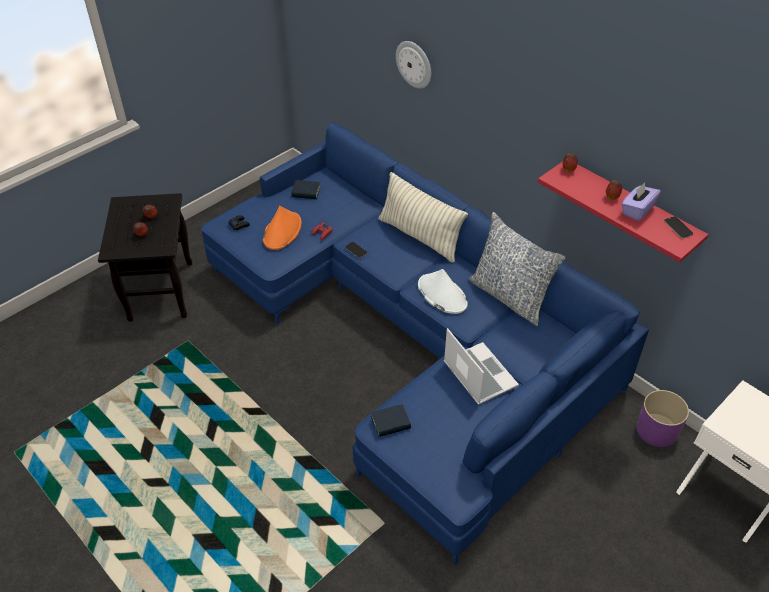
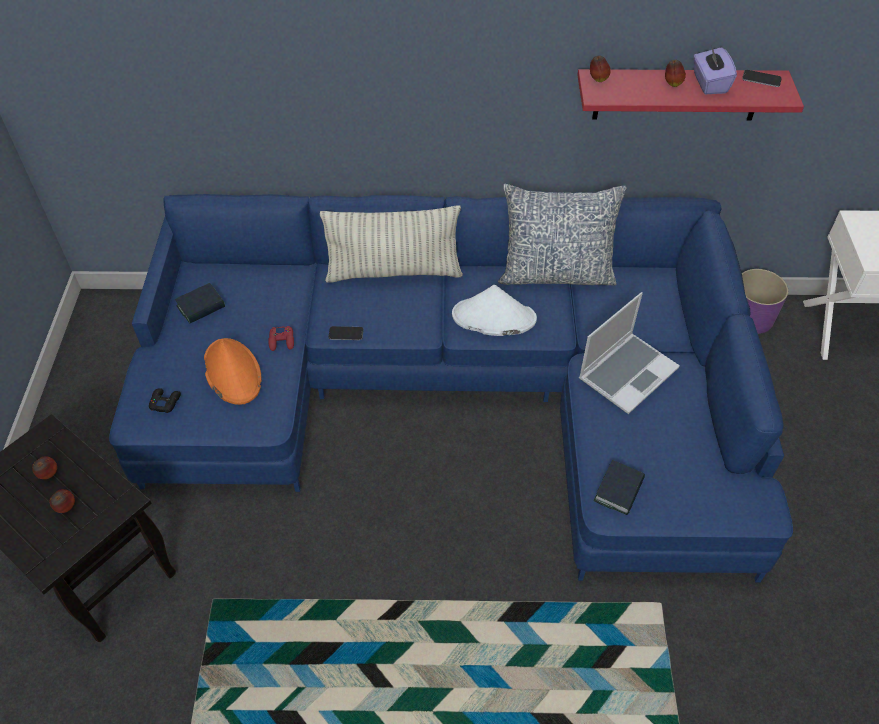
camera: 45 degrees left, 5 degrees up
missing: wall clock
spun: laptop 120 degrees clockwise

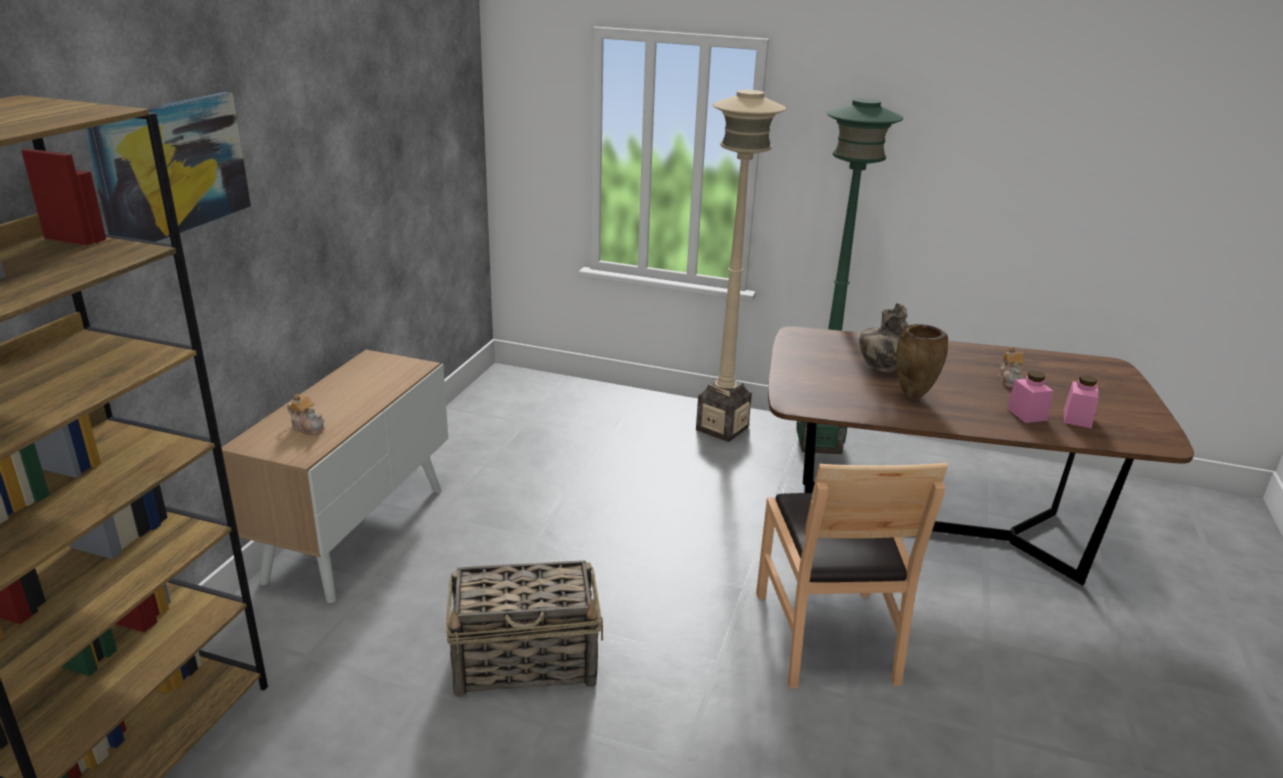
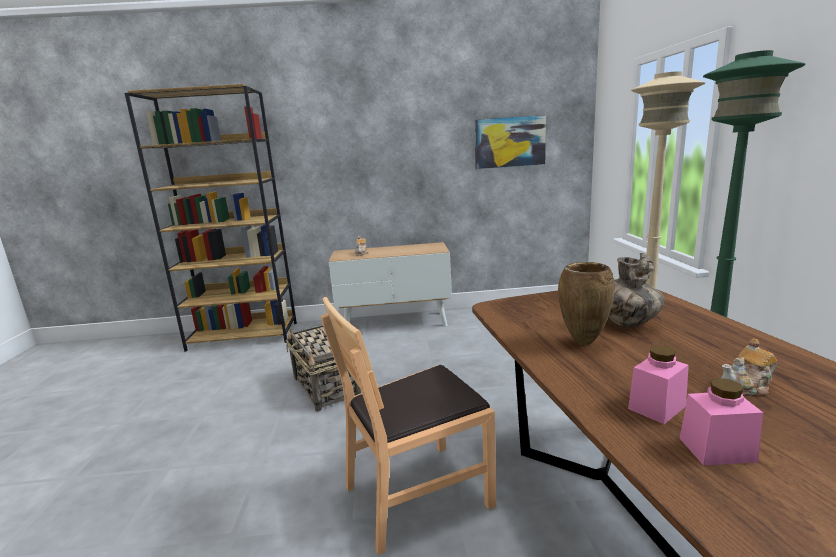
camera: 70 degrees right, 10 degrees down
relocated: picture

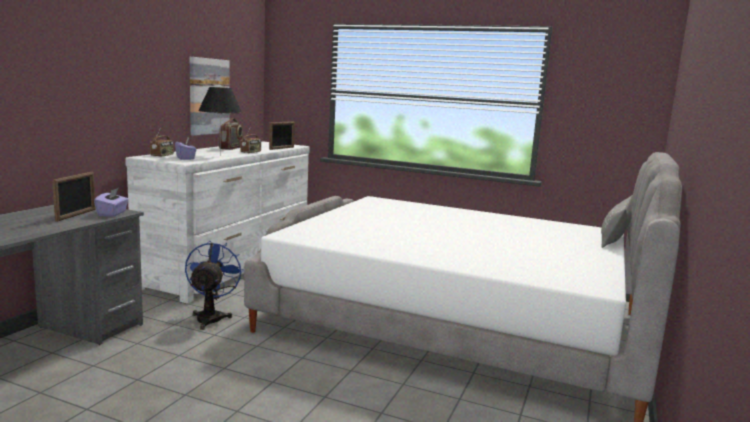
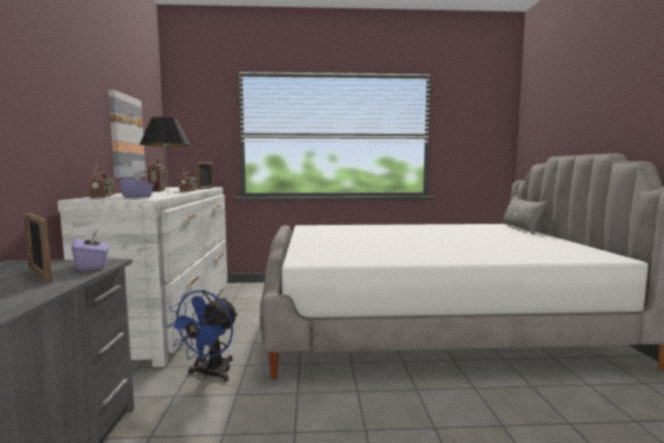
camera: 25 degrees left, 5 degrees down
spun: picture frame (no. 1 from left) 150 degrees clockwise; blue fan 135 degrees counterclockwise

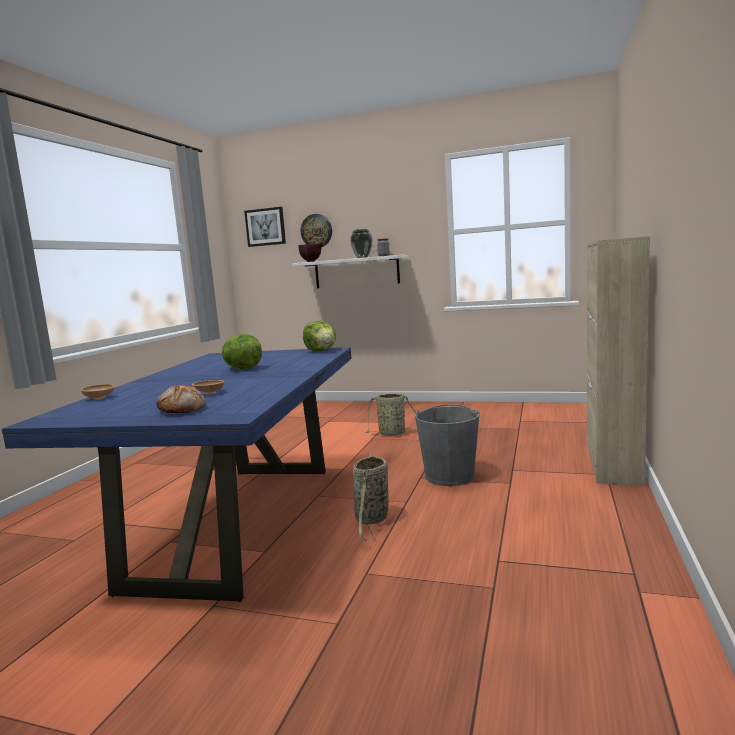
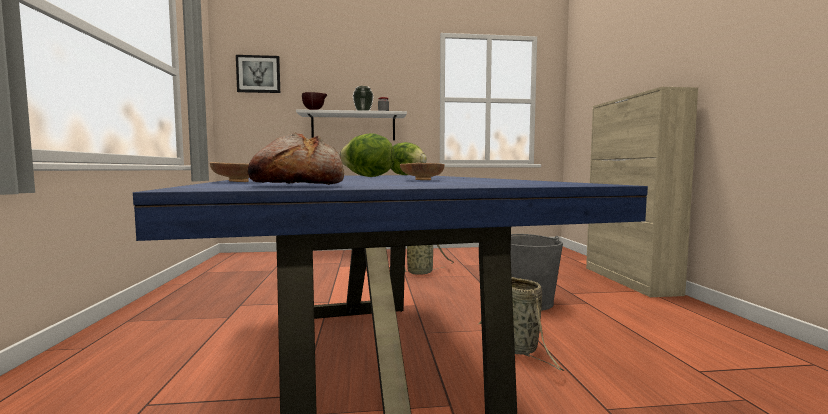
camera: 25 degrees left, 5 degrees down
missing: wall clock
relocated: bread

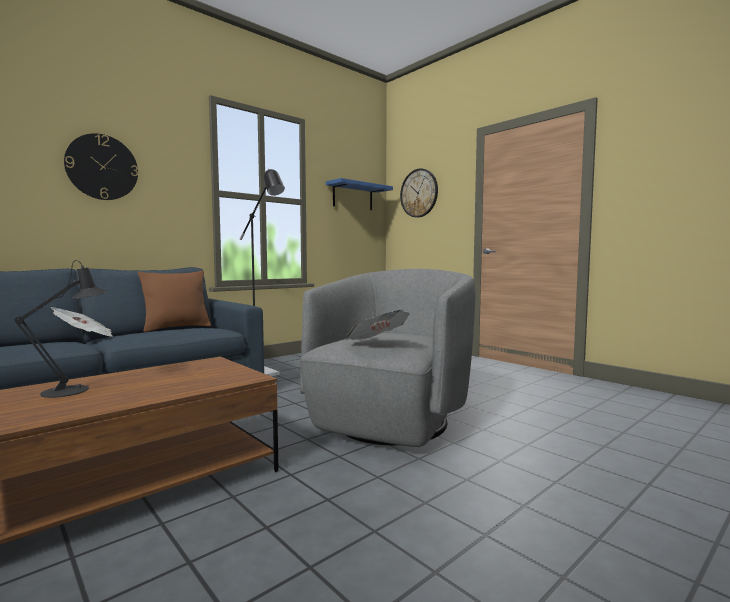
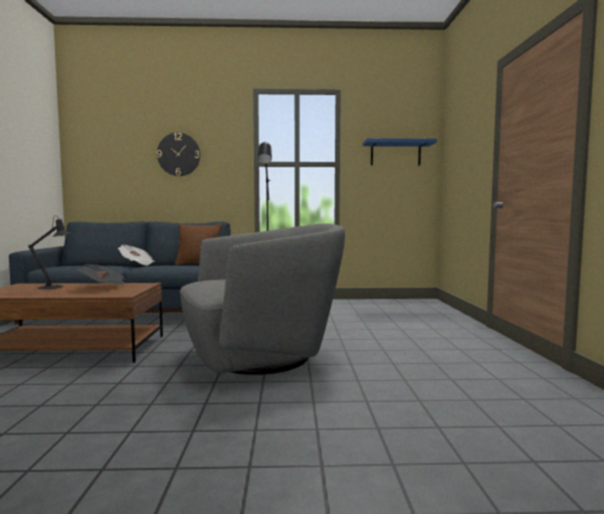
camera: 40 degrees right, 0 degrees up
missing: wall clock (no. 2 from left)
relocated: newspaper (no. 2 from left in the first image) to newspaper (no. 1 from left)

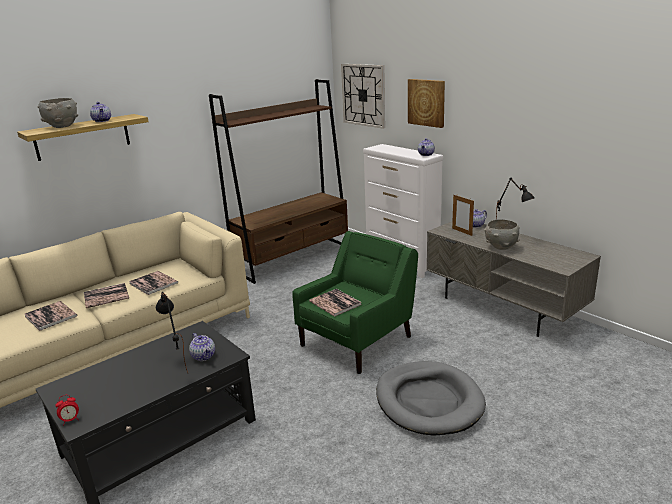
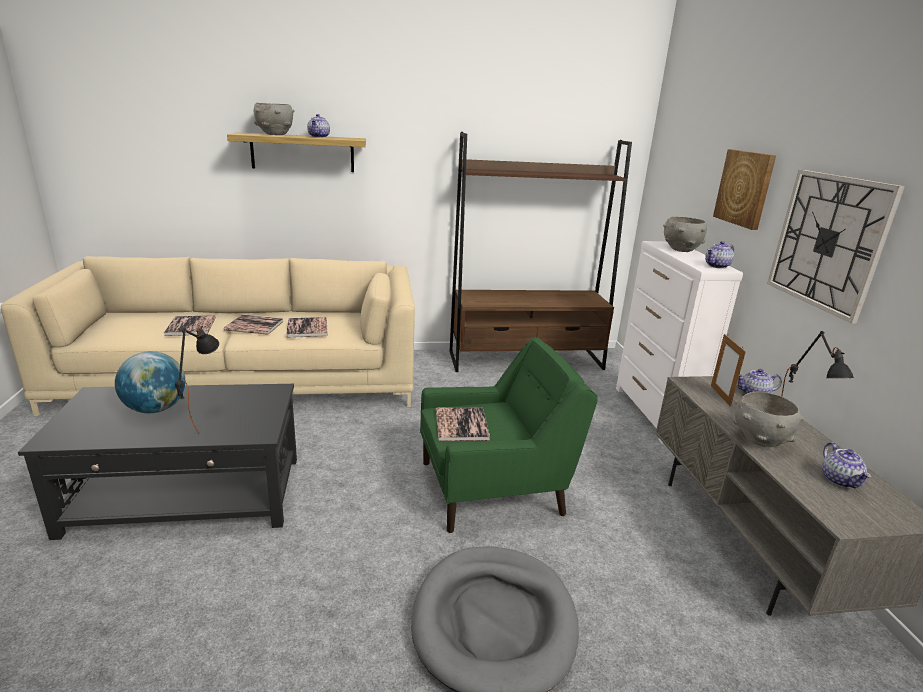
camera: 30 degrees right, 0 degrees up
missing: alarm clock
appeared: globe; grey bowl (no. 2 from left)
relocated: teapot (no. 2 from left in the first image) to teapot (no. 4 from left); wall clock

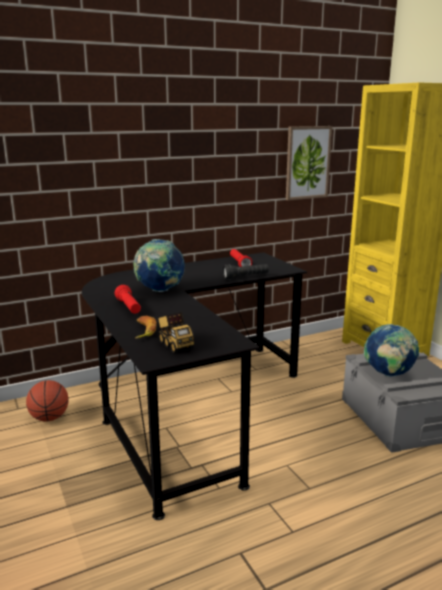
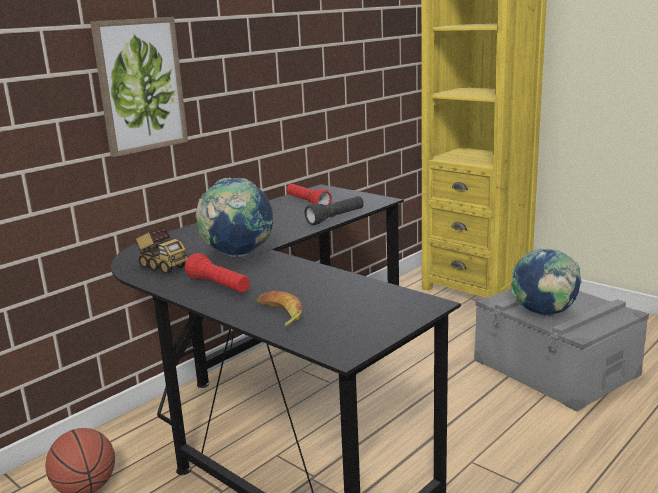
camera: 20 degrees left, 0 degrees up
relocated: toy truck; picture

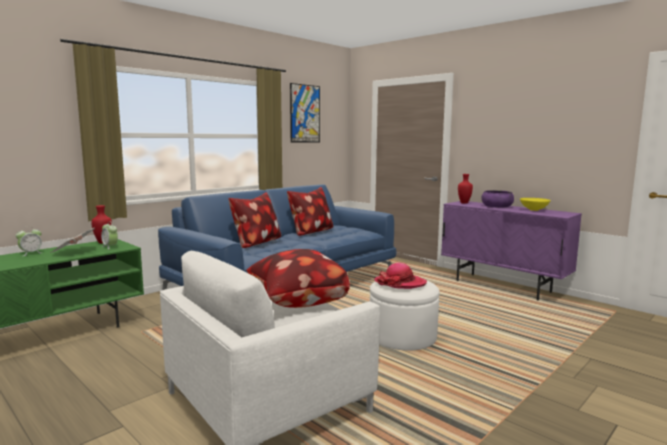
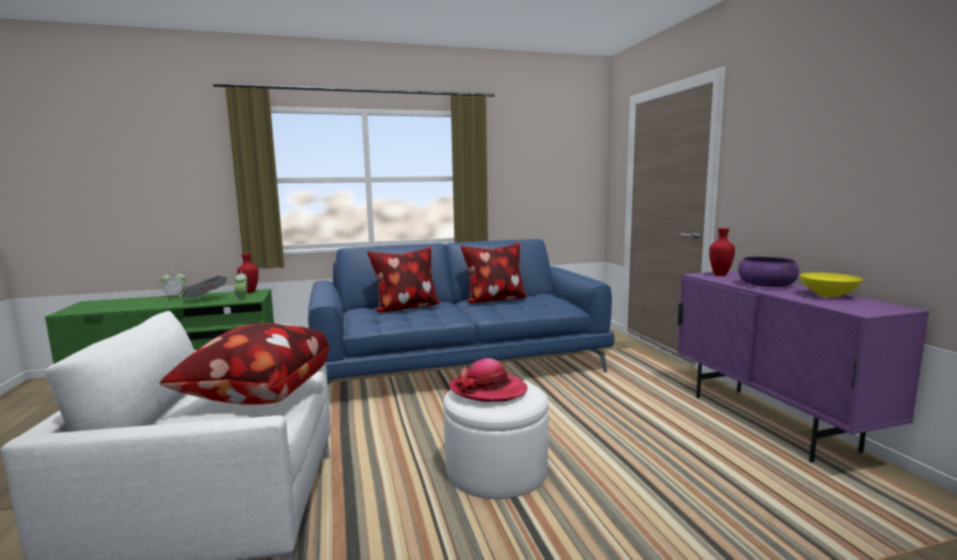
camera: 30 degrees right, 0 degrees up
missing: picture

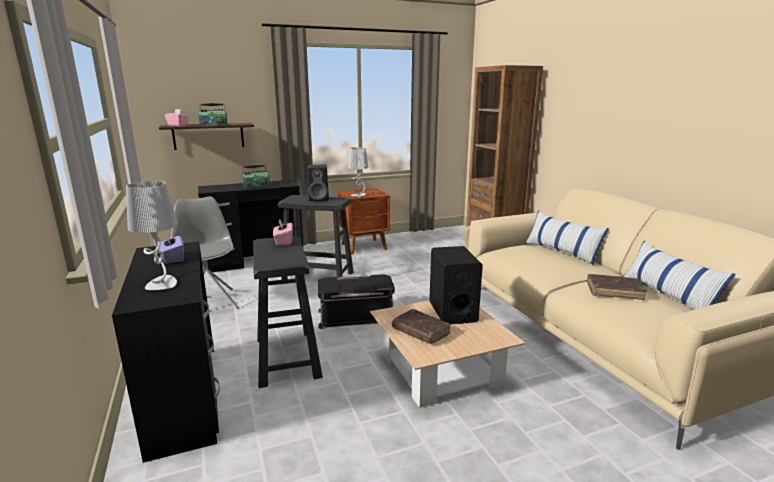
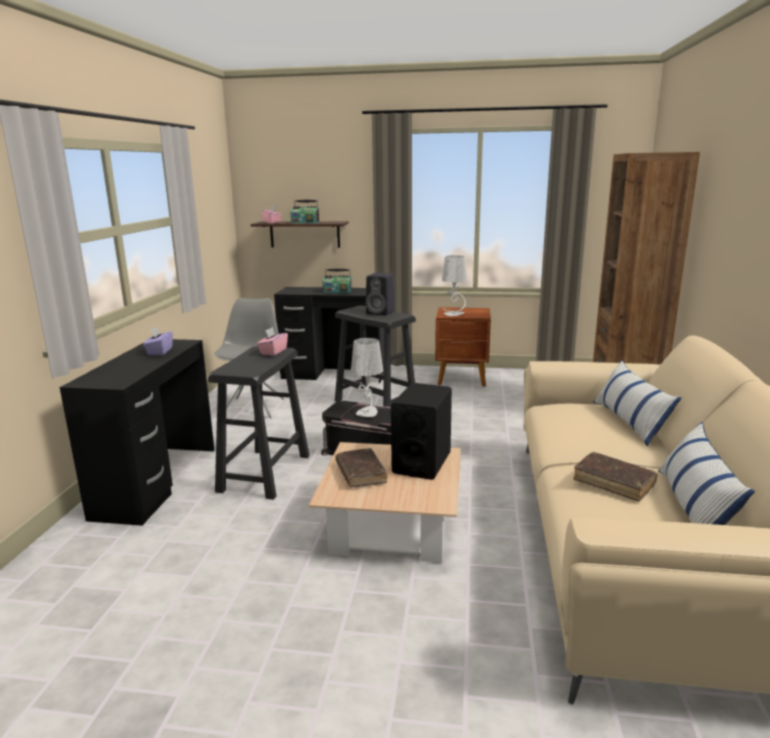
camera: 30 degrees right, 0 degrees up
relocated: grey table lamp (no. 1 from left)

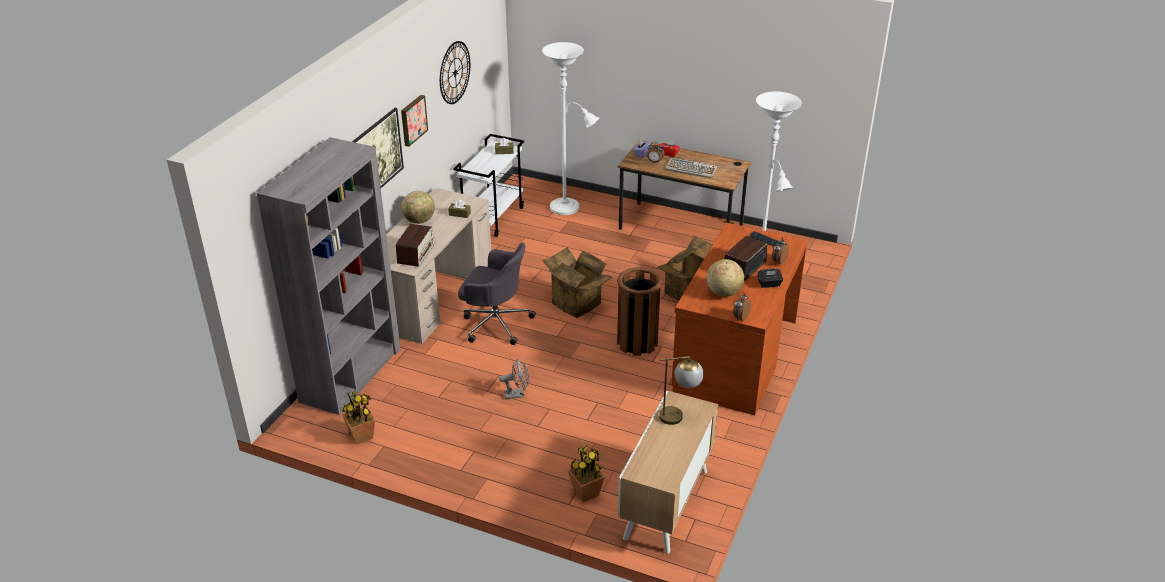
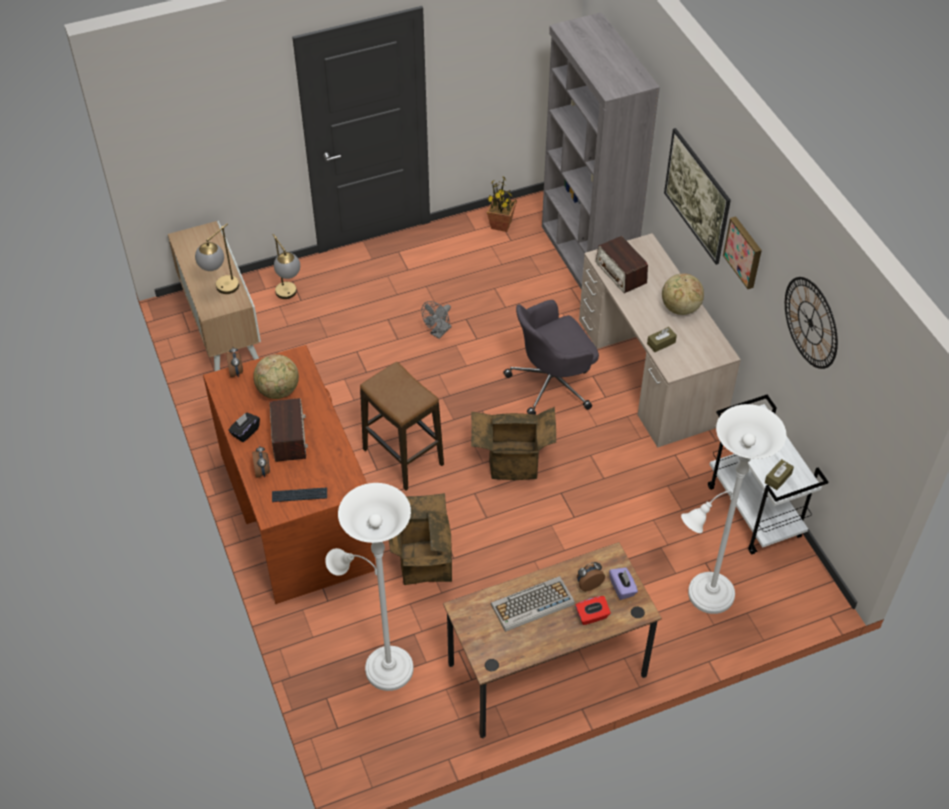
camera: 135 degrees right, 15 degrees up
exchanged: potted plant (no. 2 from left) to table lamp (no. 2 from left); brown trash can to stool

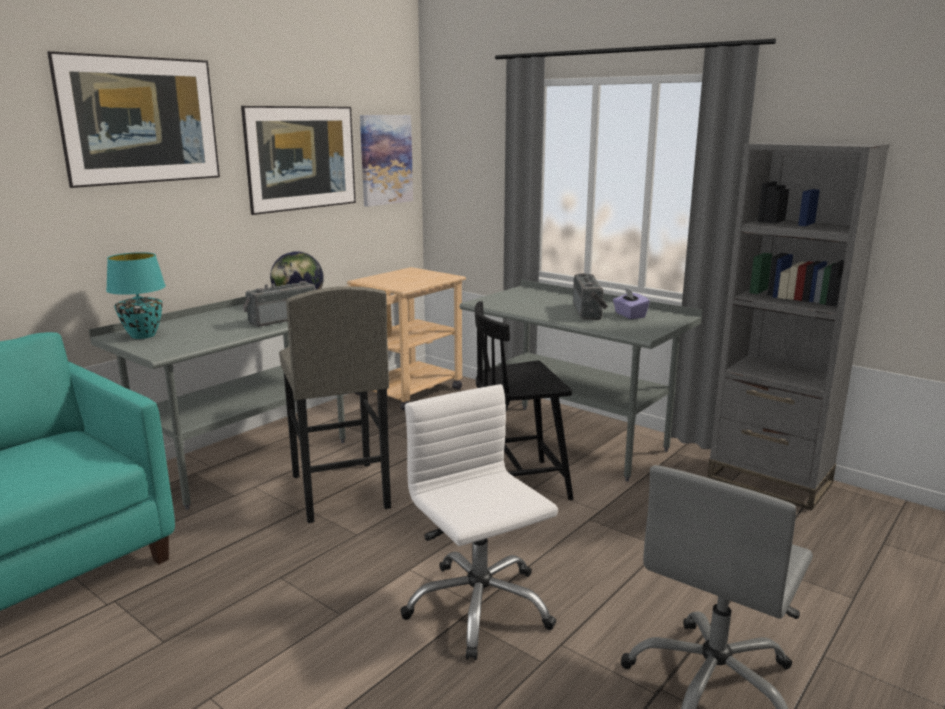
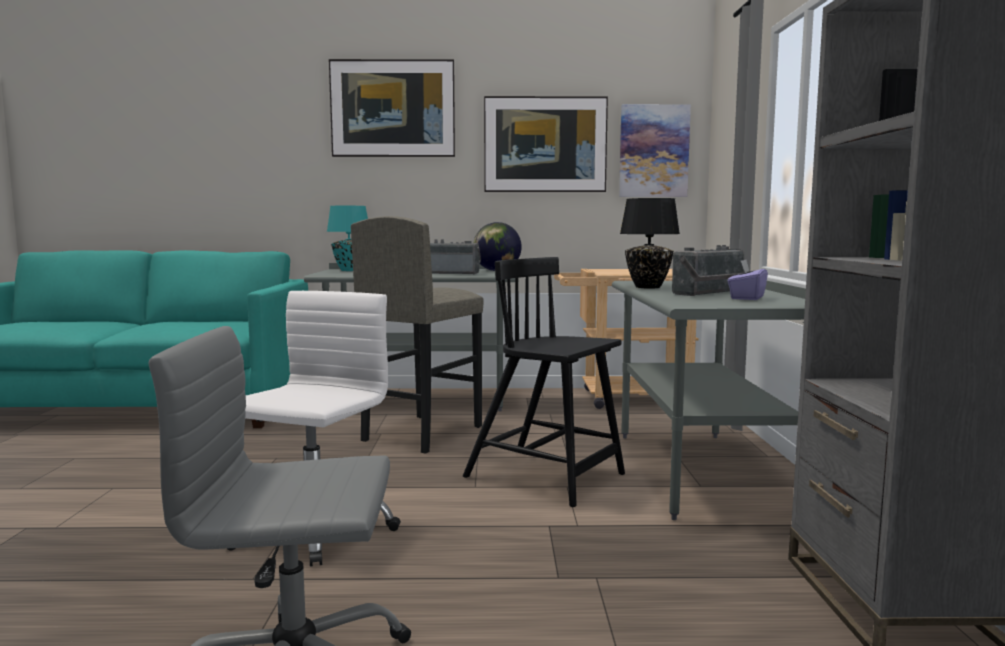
camera: 50 degrees right, 10 degrees down
appeared: black table lamp

